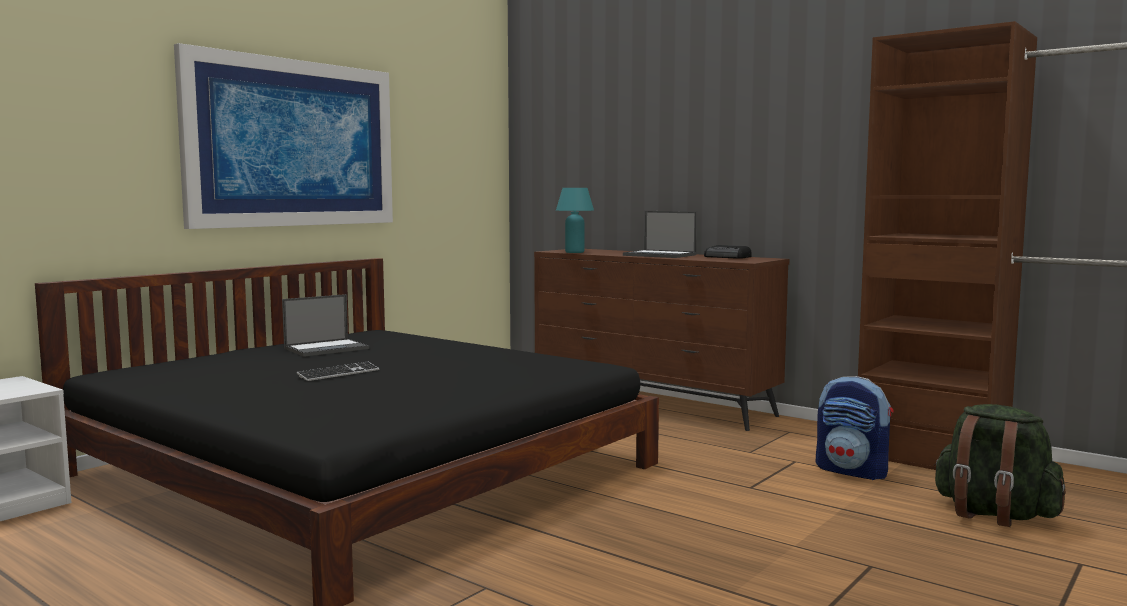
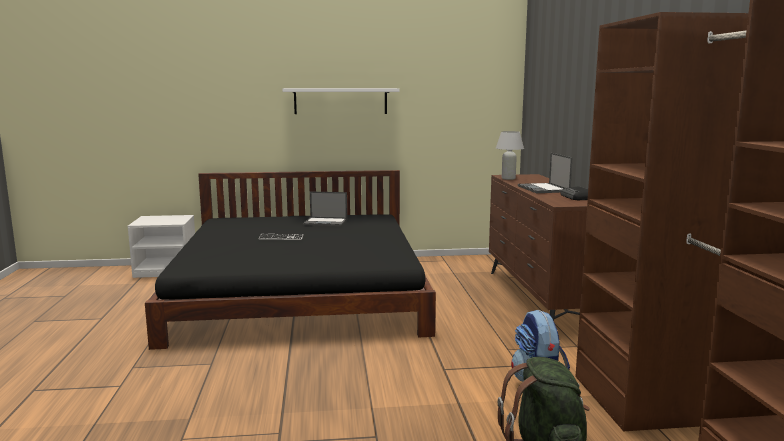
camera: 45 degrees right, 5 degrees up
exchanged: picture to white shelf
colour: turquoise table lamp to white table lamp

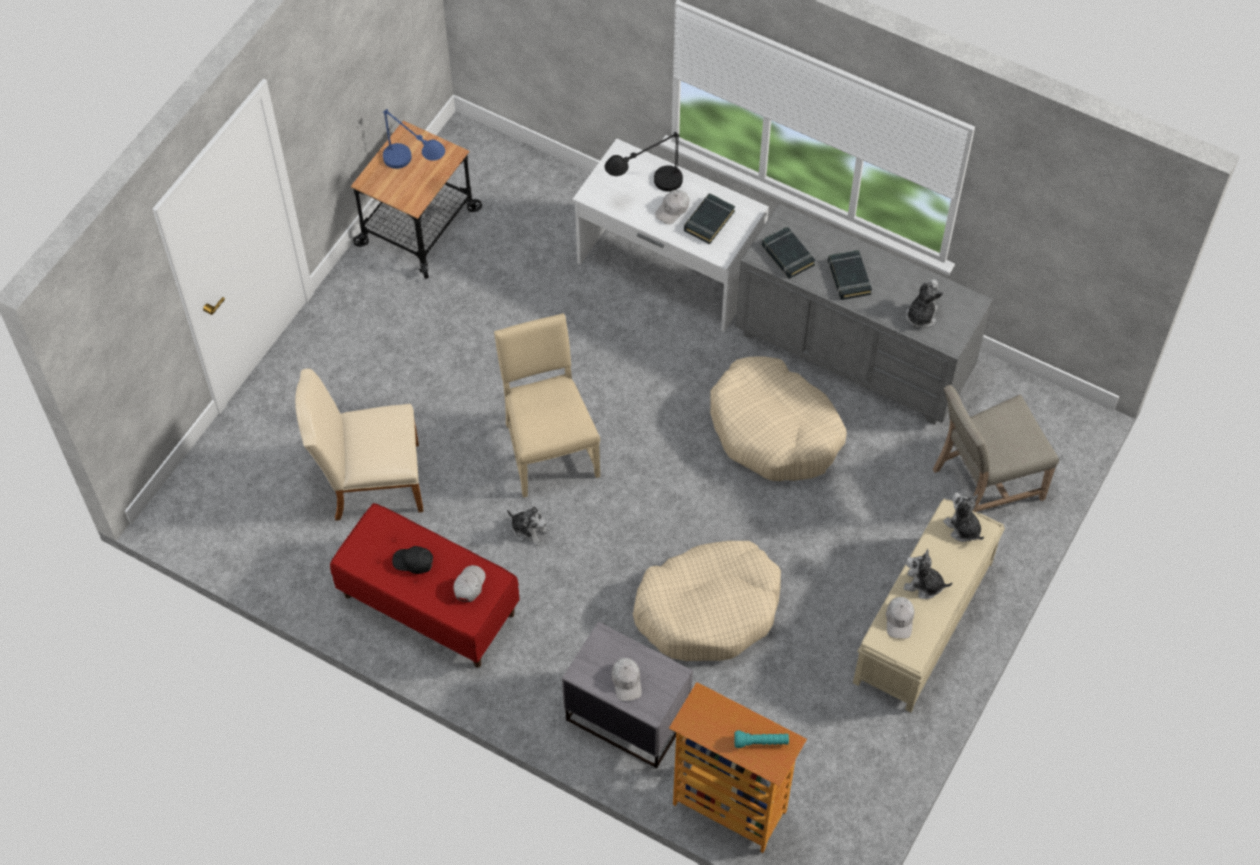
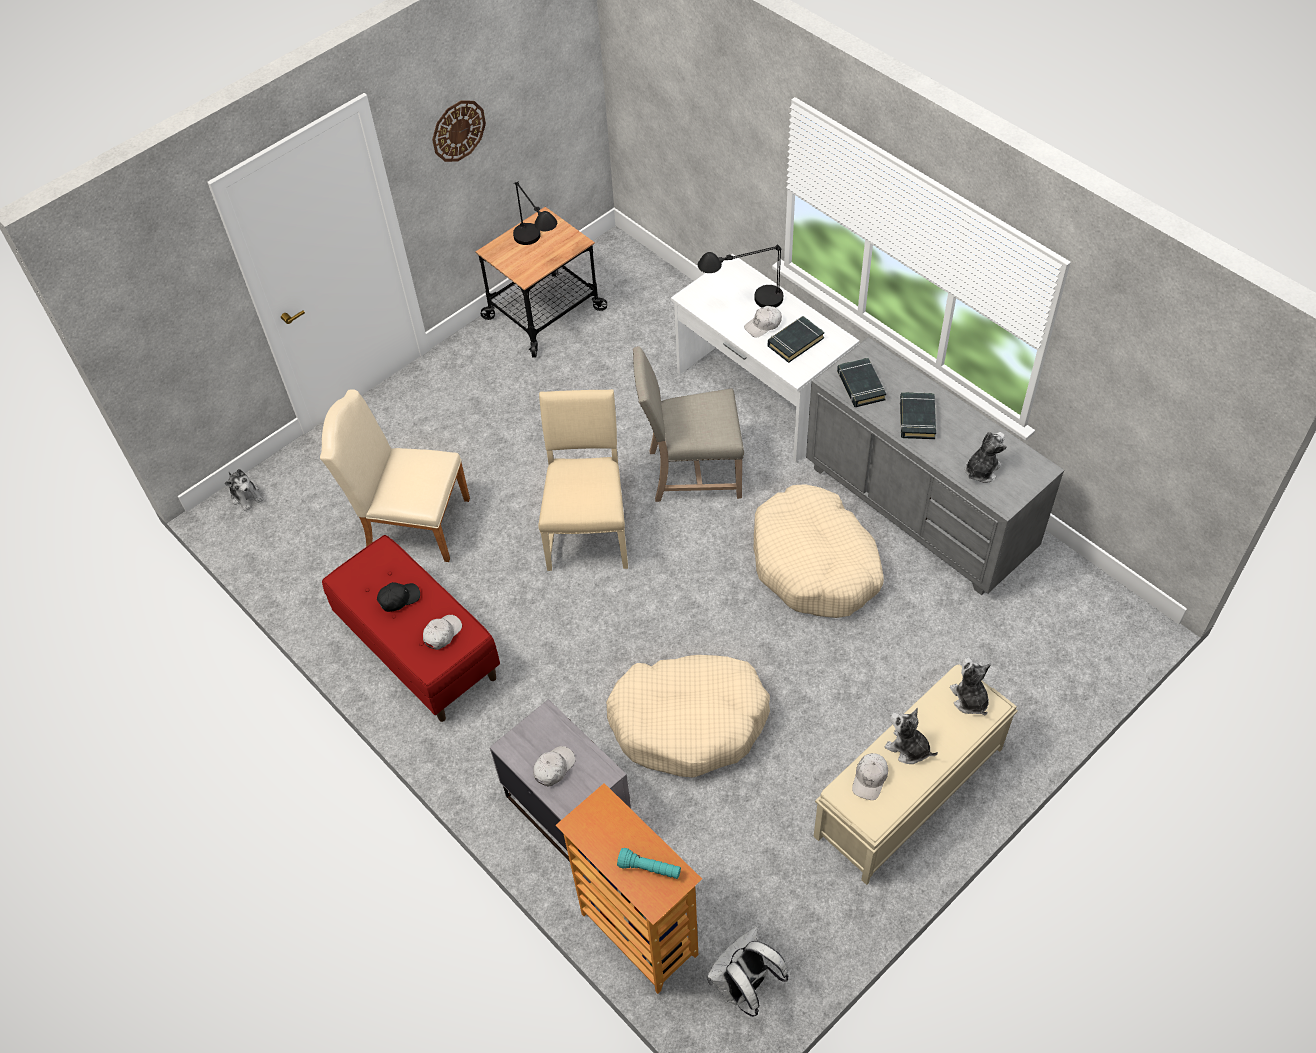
camera: 20 degrees right, 5 degrees down
appeared: wall clock; white backpack
relocated: plush toy (no. 1 from left); beige chair (no. 3 from left)
colour: blue table lamp to black table lamp (no. 1 from left)
spun: black cap 120 degrees clockwise; white cap (no. 2 from left) 150 degrees counterclockwise

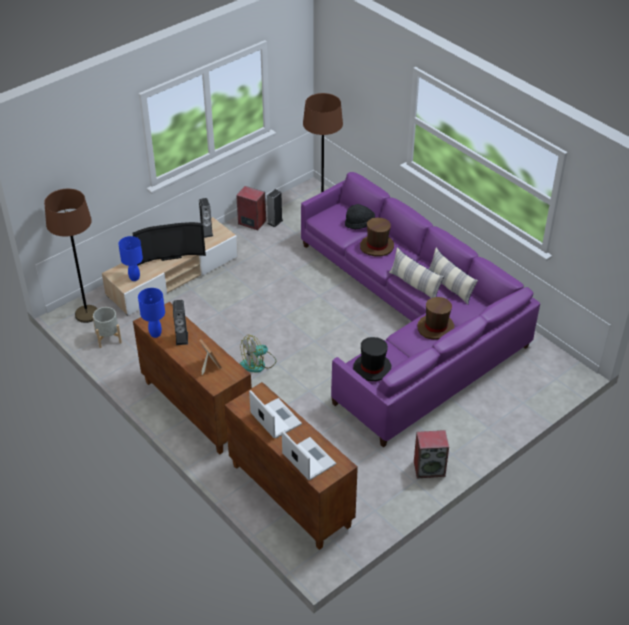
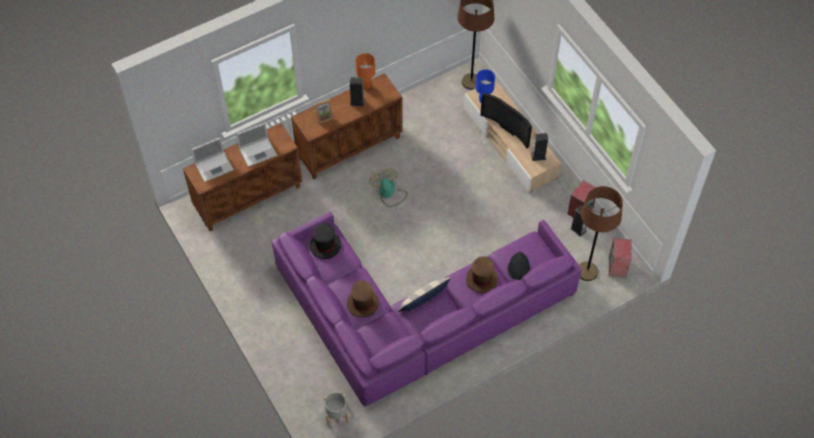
camera: 100 degrees right, 15 degrees up
missing: pillow (no. 2 from left)
relocated: grey planter; speaker (no. 5 from left)
colour: blue table lamp (no. 2 from left) to orange table lamp
spun: television 45 degrees counterclockwise

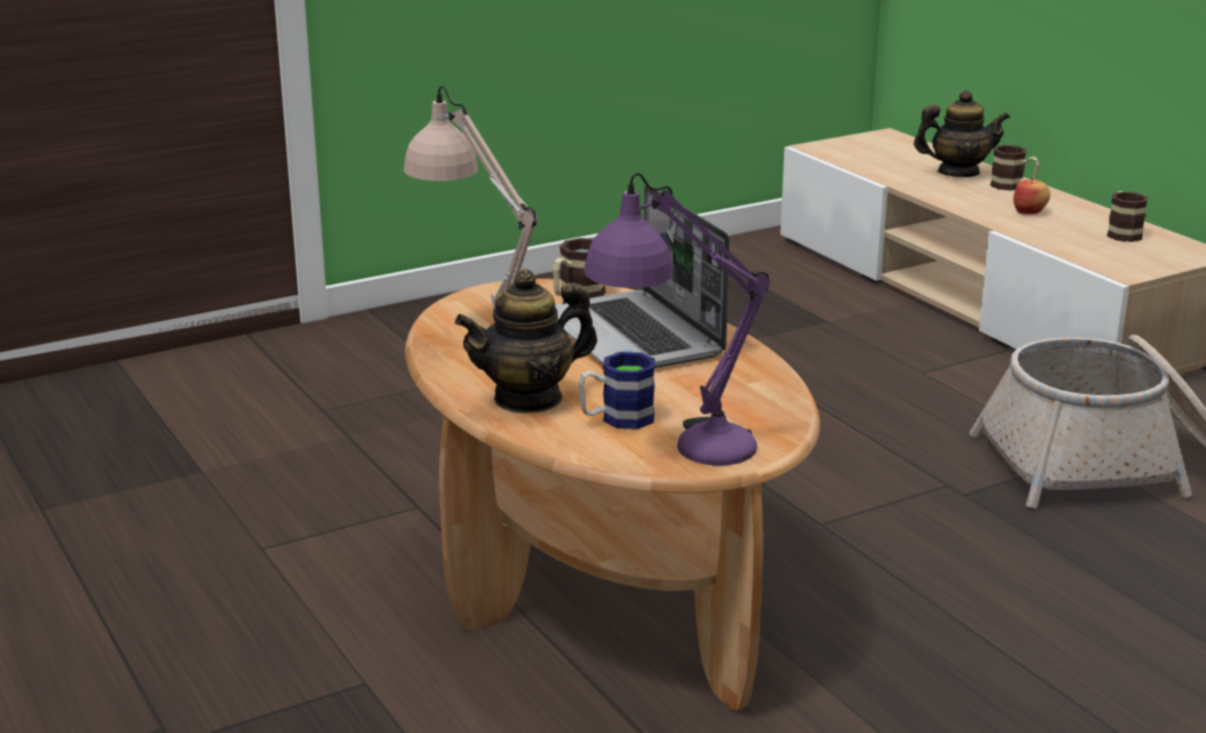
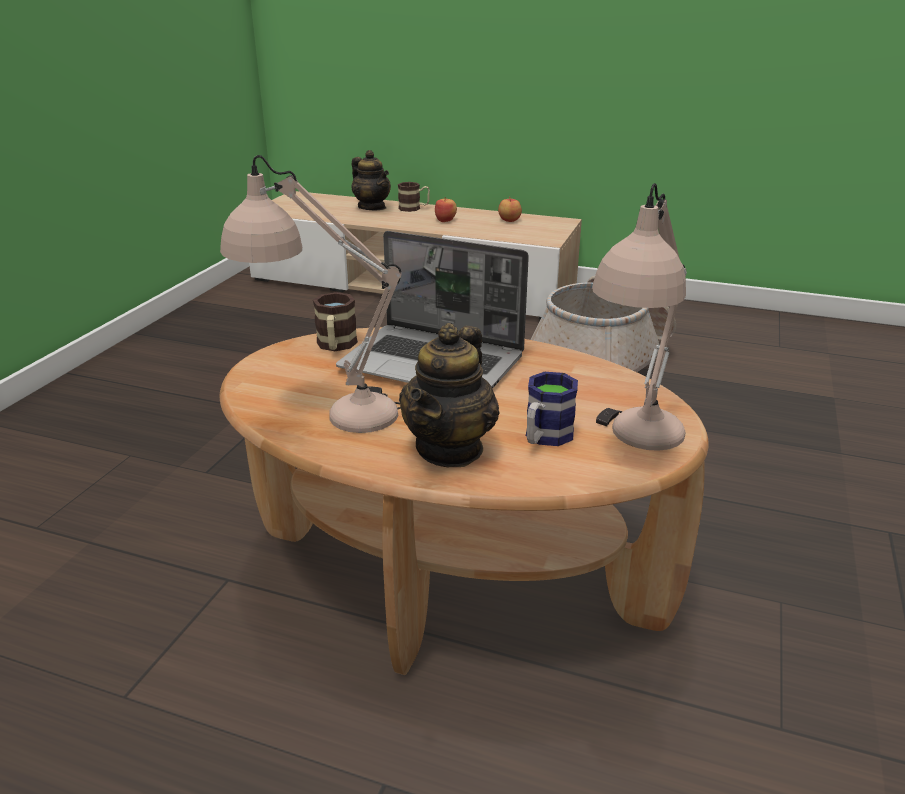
camera: 40 degrees left, 5 degrees up
exchanged: mug (no. 4 from left) to apple (no. 2 from left)
colour: purple table lamp to beige table lamp (no. 2 from left)
spun: teapot (no. 2 from left in the first image) 90 degrees clockwise

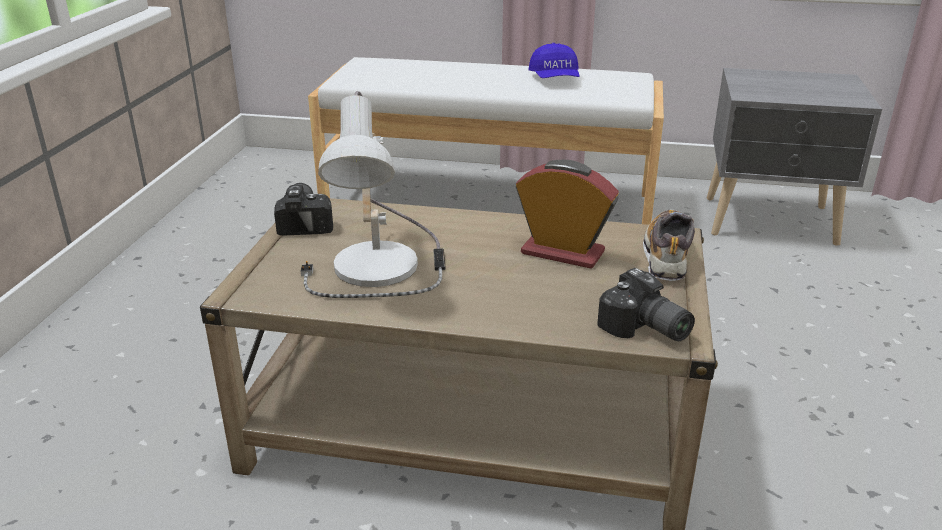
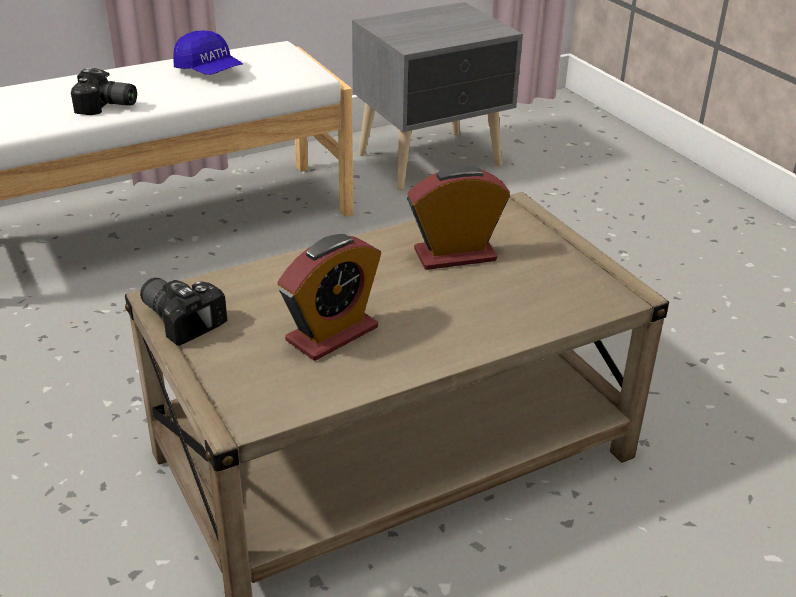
camera: 40 degrees left, 5 degrees up
missing: shoe
relocated: photo camera (no. 2 from left in the first image) to photo camera (no. 1 from left)
exchanged: table lamp to alarm clock (no. 1 from left)

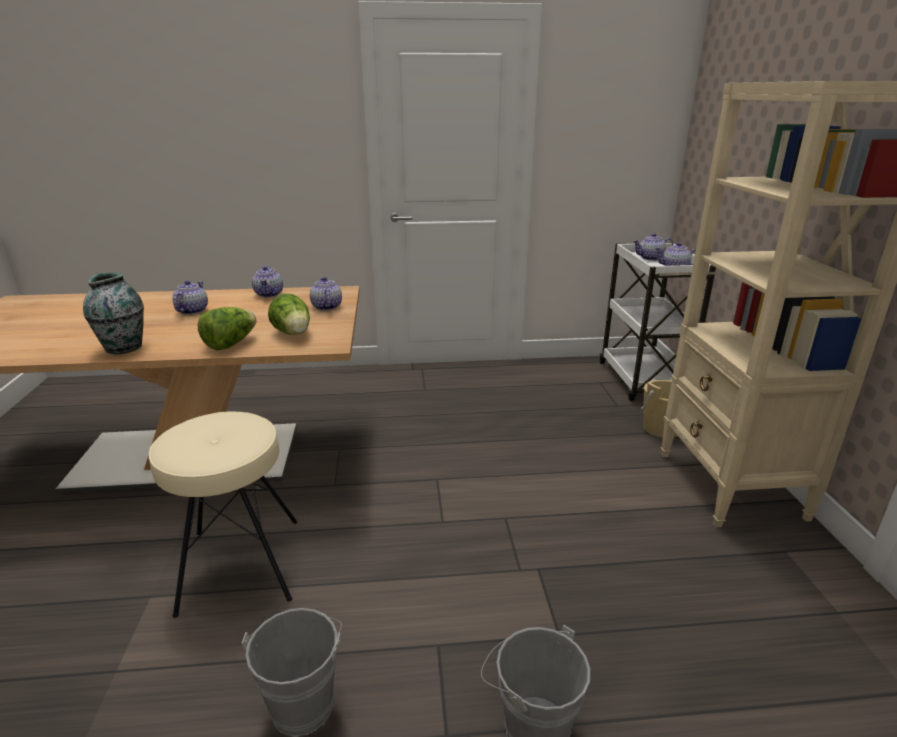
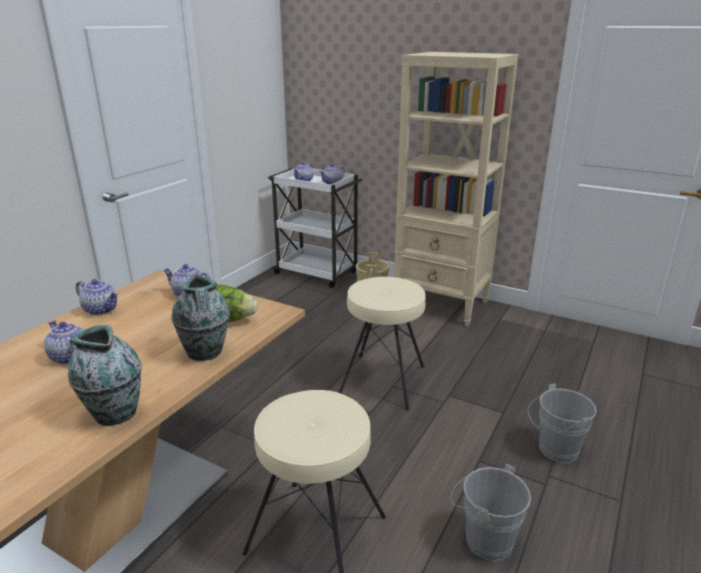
camera: 55 degrees left, 0 degrees up
appeared: beige stool (no. 2 from left)
exchanged: lettuce (no. 1 from left) to vase (no. 2 from left)

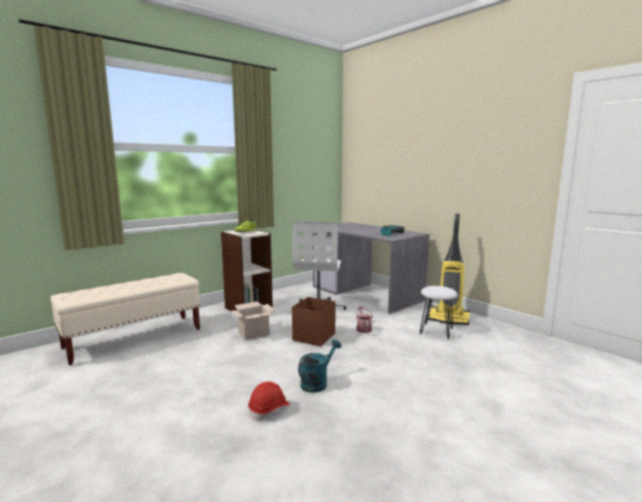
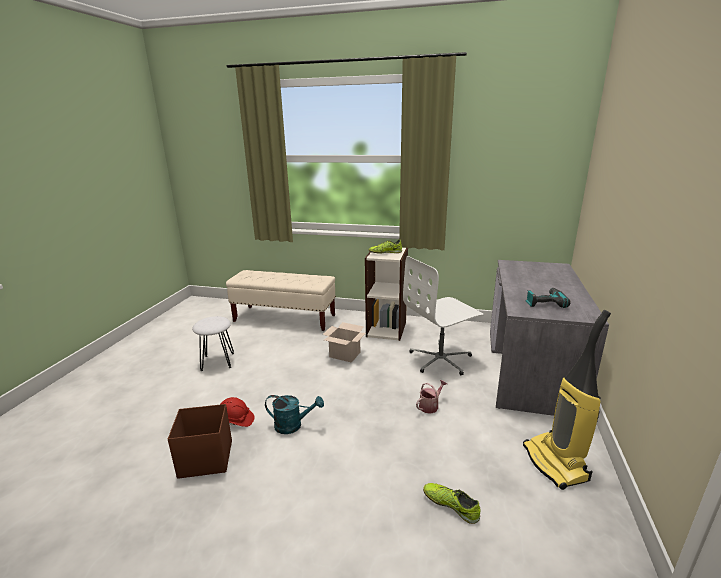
camera: 55 degrees right, 10 degrees up
appeared: shoe (no. 2 from left)
relocated: brown storage box; white stool

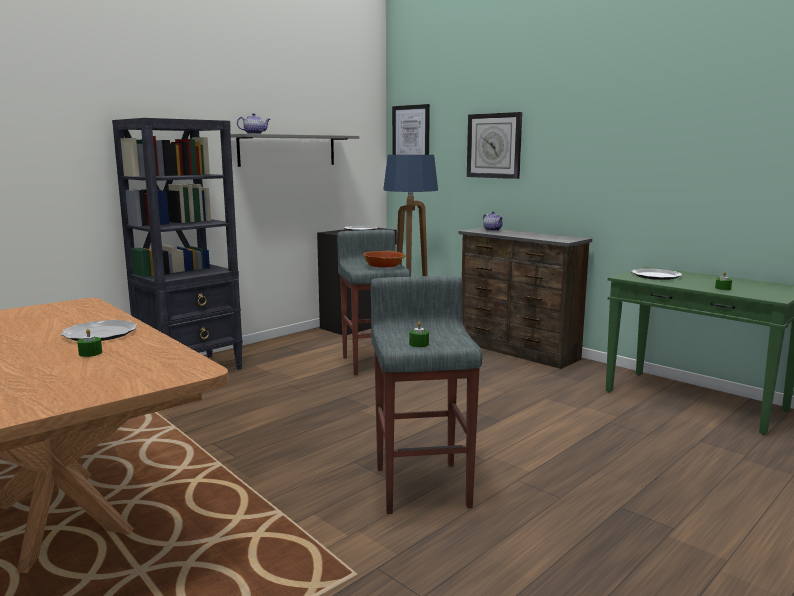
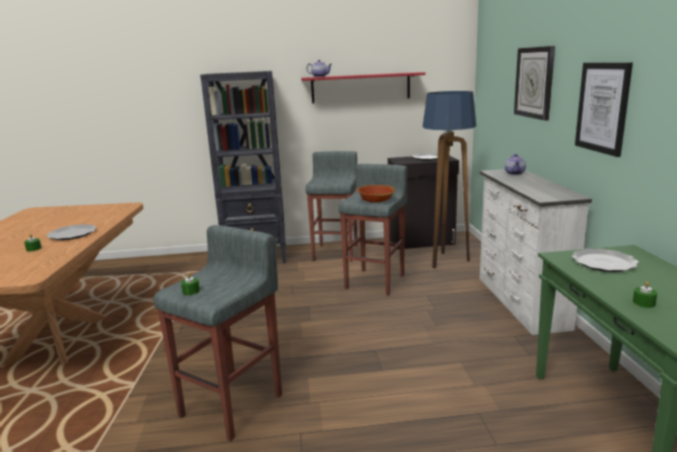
camera: 40 degrees right, 5 degrees up
appeared: grey stool (no. 2 from left)
relocated: picture
colour: grey shelf to red shelf; brown dresser to white dresser

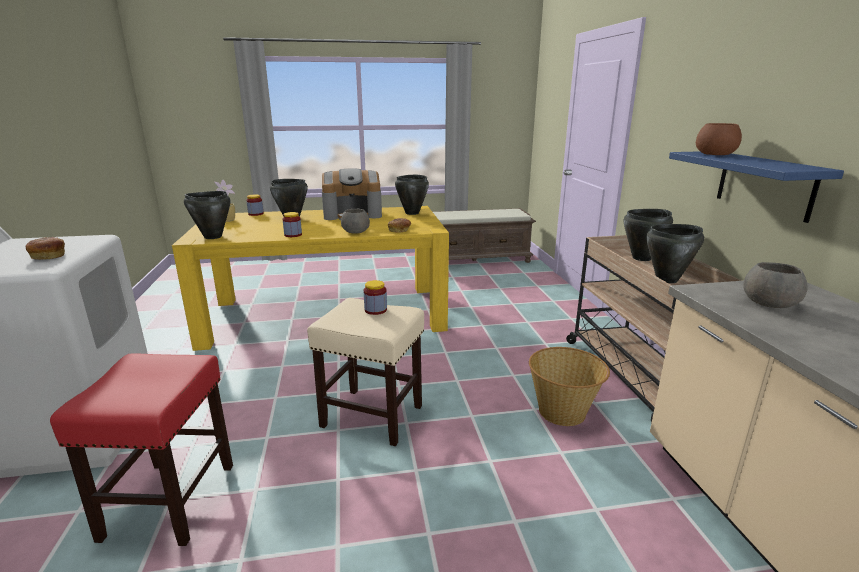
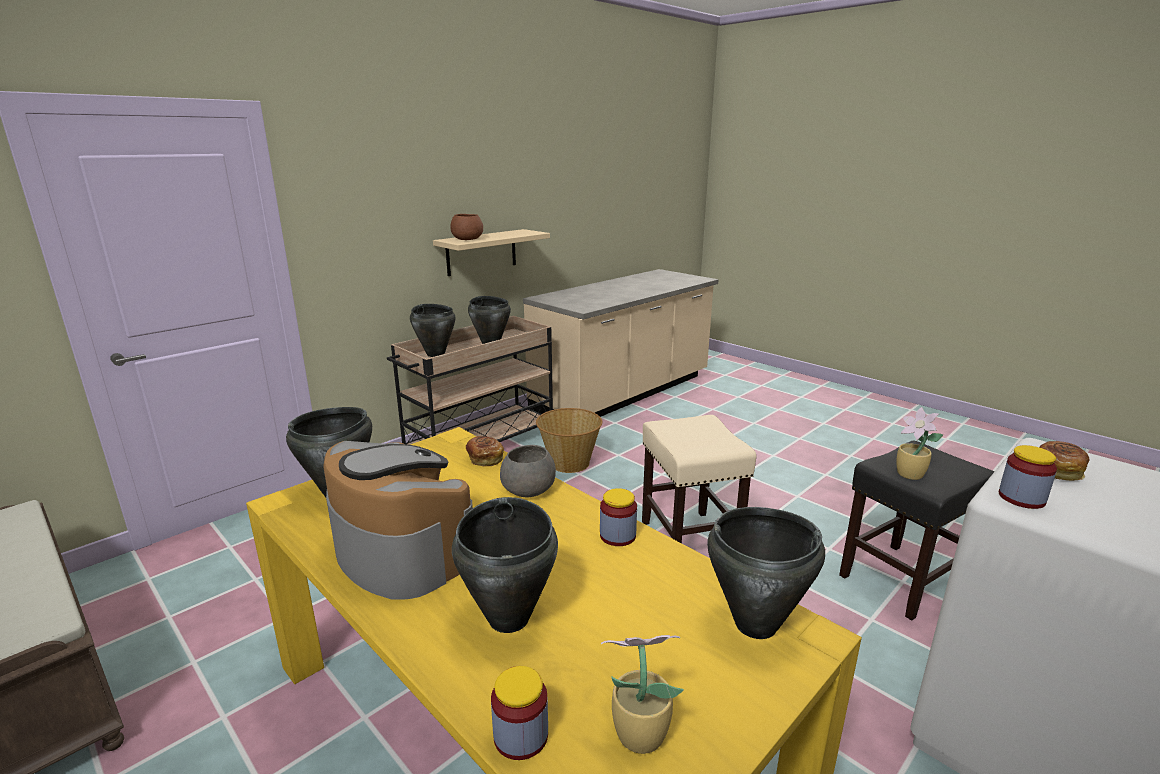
camera: 125 degrees left, 0 degrees up
missing: grey bowl (no. 2 from left)
appeared: potted plant (no. 2 from left)
relocated: jar (no. 3 from left)
colour: red stool to black stool; blue shelf to beige shelf

